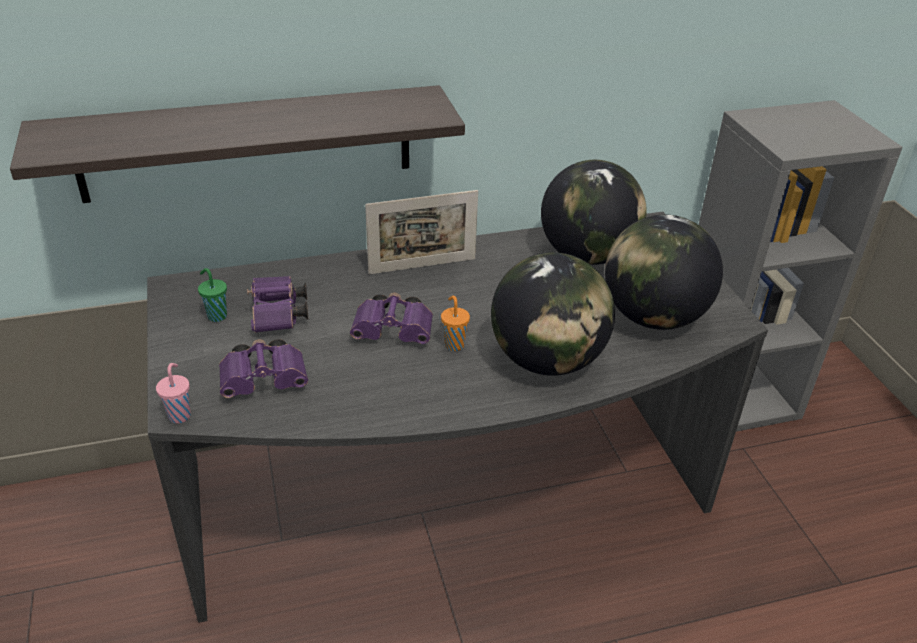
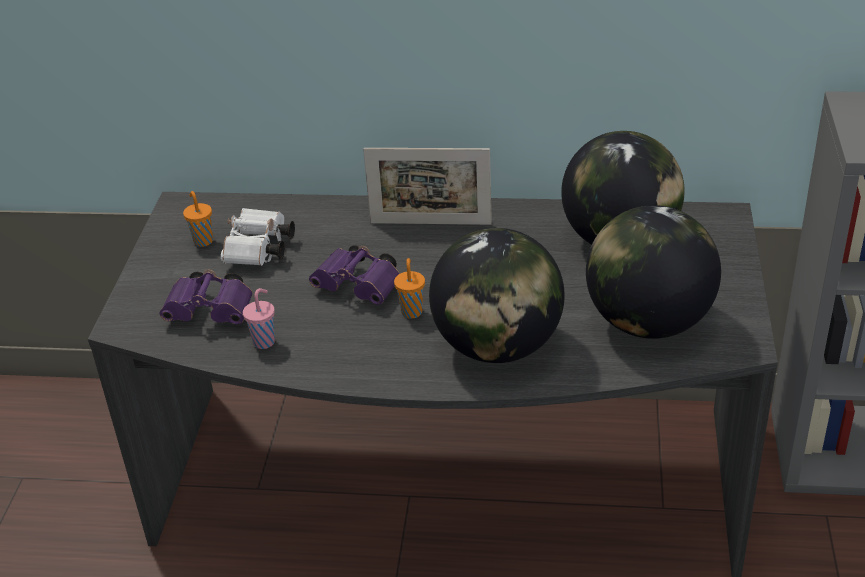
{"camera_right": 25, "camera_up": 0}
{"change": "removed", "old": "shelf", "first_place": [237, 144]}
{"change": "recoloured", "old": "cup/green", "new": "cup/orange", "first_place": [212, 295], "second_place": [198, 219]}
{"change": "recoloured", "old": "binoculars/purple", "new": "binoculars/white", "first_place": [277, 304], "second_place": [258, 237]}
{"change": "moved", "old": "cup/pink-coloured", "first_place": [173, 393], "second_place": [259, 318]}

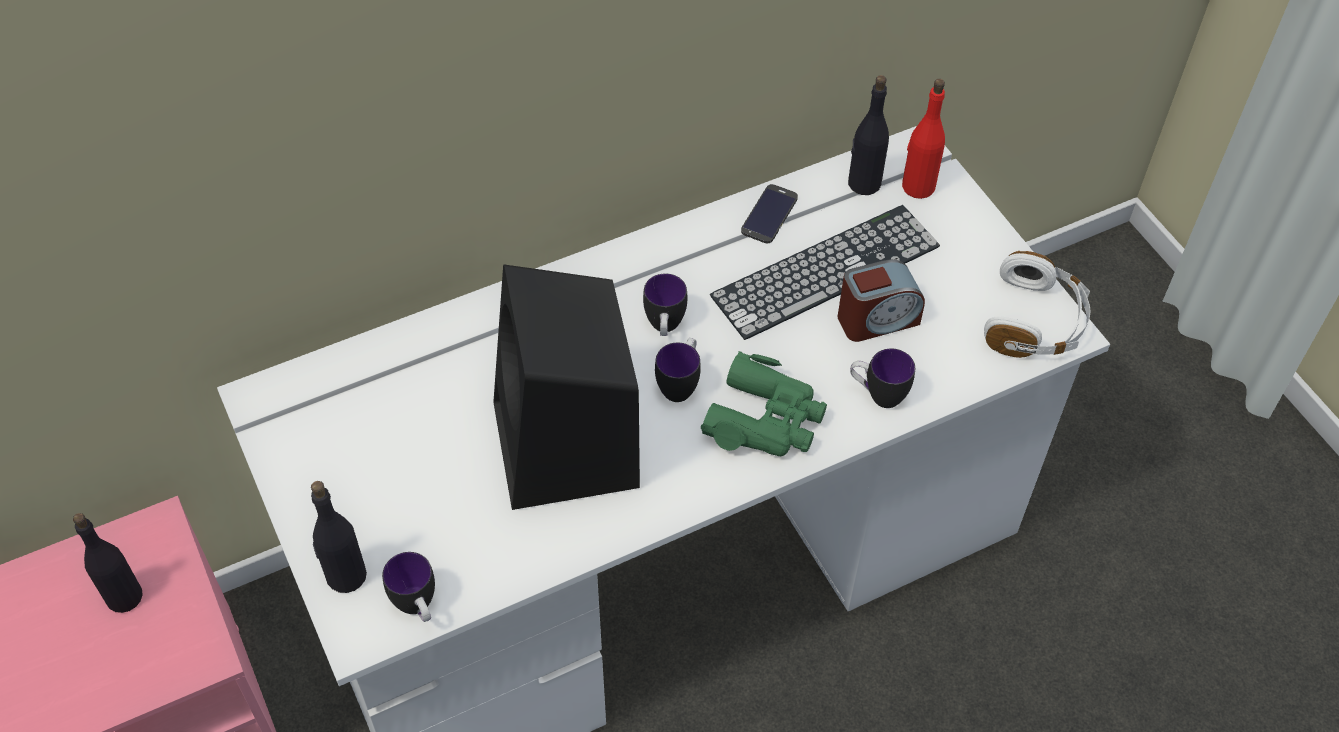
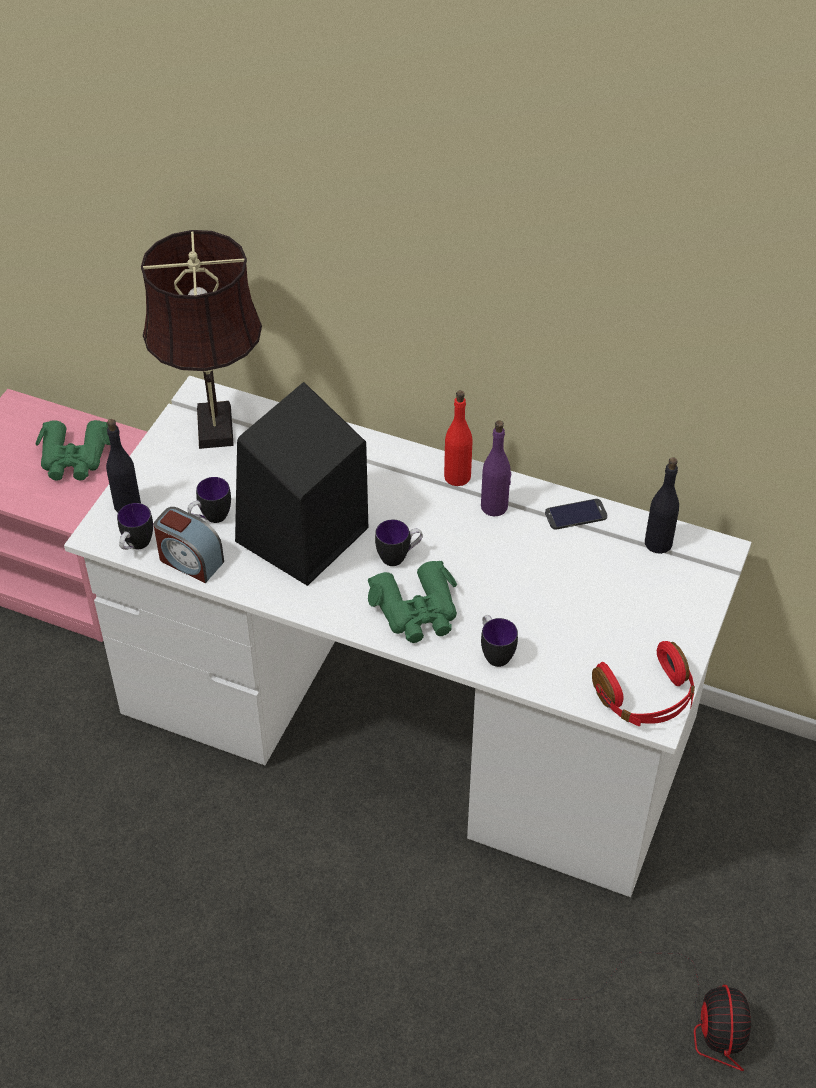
{"camera_right": 50, "camera_up": -5}
{"change": "moved", "old": "drink bottle/red-coloured", "first_place": [923, 139], "second_place": [458, 438]}
{"change": "removed", "old": "keyboard", "first_place": [825, 272]}
{"change": "recoloured", "old": "pair of headphones/white", "new": "pair of headphones/red-coloured", "first_place": [1037, 304], "second_place": [643, 683]}
{"change": "moved", "old": "alarm clock", "first_place": [881, 301], "second_place": [189, 545]}
{"change": "moved", "old": "mug", "first_place": [665, 305], "second_place": [209, 500]}
{"change": "replaced", "old": "drink bottle/blackish", "new": "binoculars/green", "first_place": [108, 563], "second_place": [72, 450]}
{"change": "added", "new": "tabletop lamp/brown-coloured", "second_place": [201, 339]}
{"change": "added", "new": "drink bottle/purple", "second_place": [496, 468]}
{"change": "added", "new": "electric fan", "second_place": [656, 1011]}

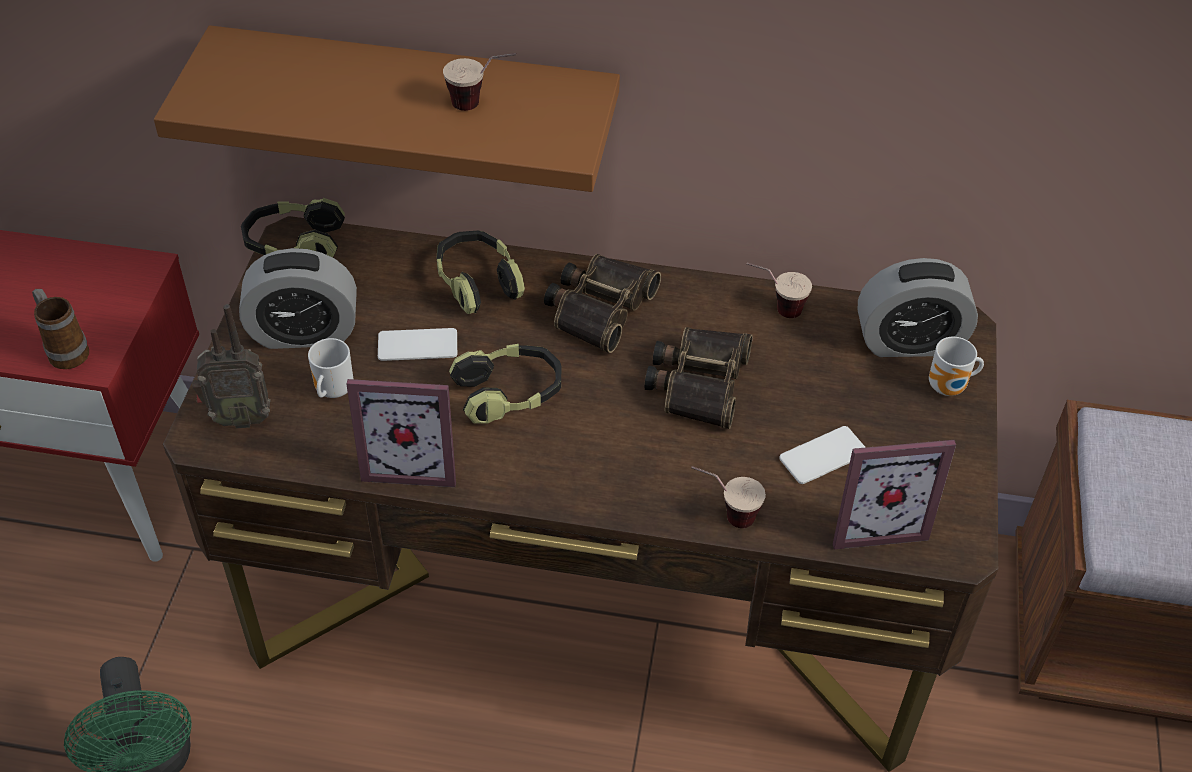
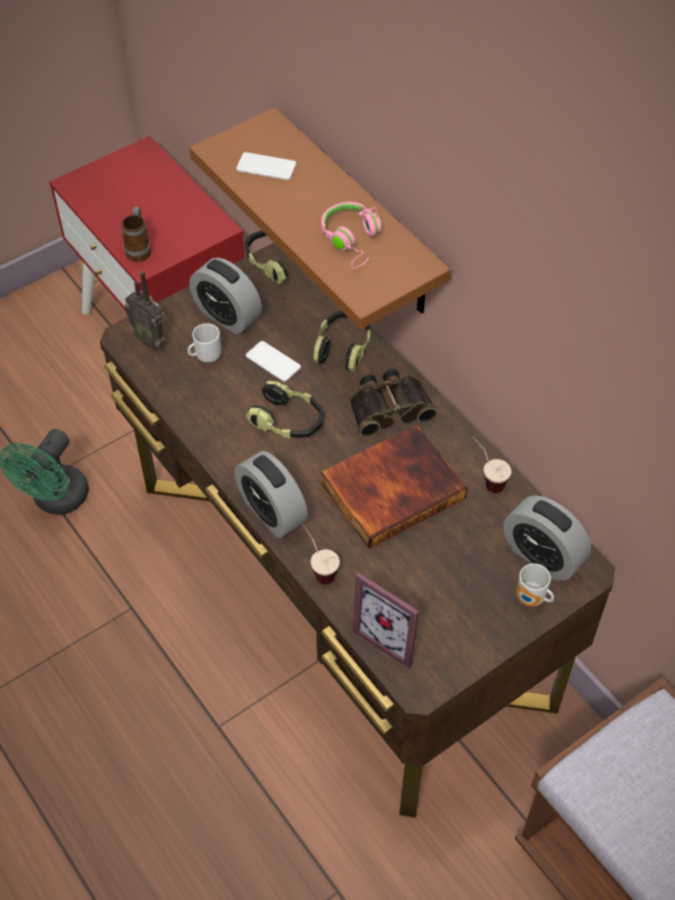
{"camera_right": 45, "camera_up": 5}
{"change": "replaced", "old": "cup", "new": "pair of headphones/pink-coloured", "first_place": [479, 82], "second_place": [351, 235]}
{"change": "replaced", "old": "binoculars", "new": "volume", "first_place": [698, 378], "second_place": [394, 486]}
{"change": "removed", "old": "photo frame", "first_place": [401, 433]}
{"change": "moved", "old": "telephone", "first_place": [822, 455], "second_place": [266, 166]}
{"change": "added", "new": "alarm clock", "second_place": [271, 494]}

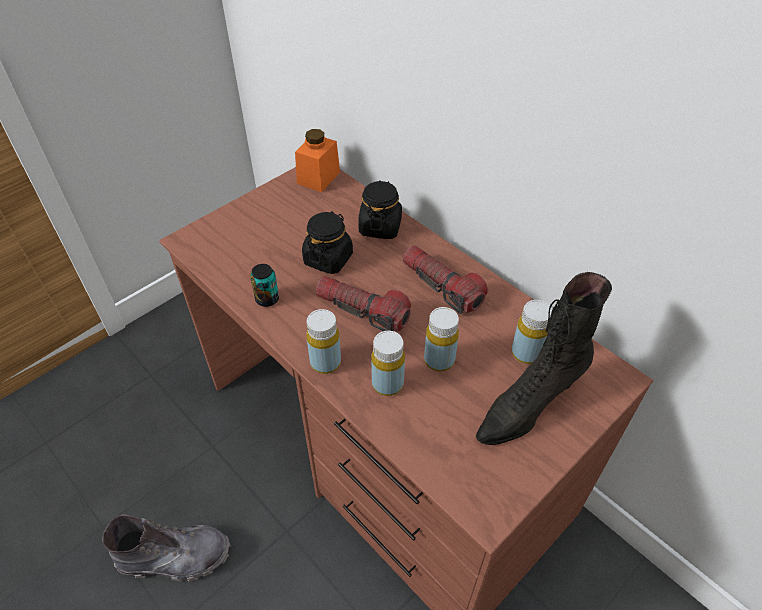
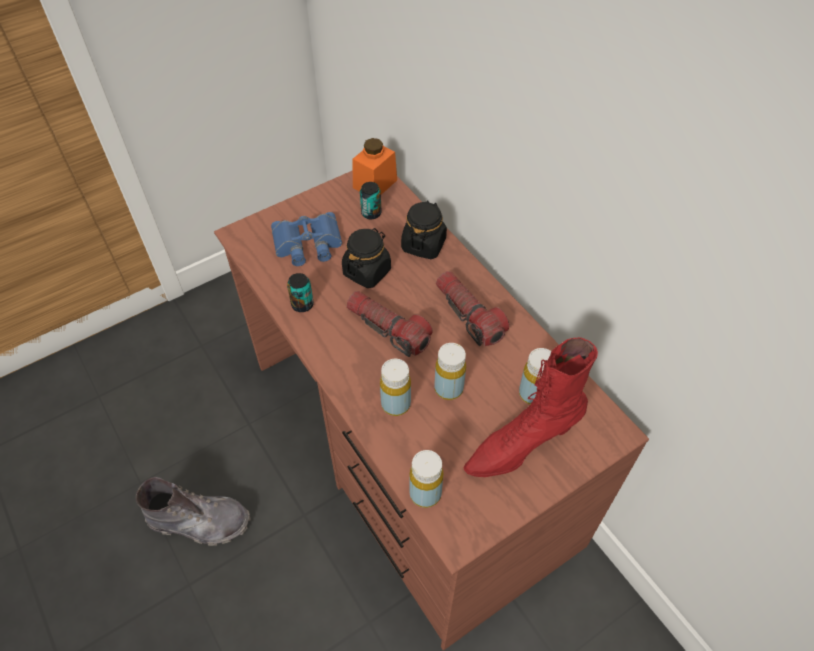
{"camera_right": 10, "camera_up": 5}
{"change": "recoloured", "old": "boot/blackish", "new": "boot/red-coloured", "first_place": [544, 358], "second_place": [531, 407]}
{"change": "moved", "old": "drink bottle/yellow-coloured", "first_place": [323, 341], "second_place": [426, 479]}
{"change": "added", "new": "can", "second_place": [371, 200]}
{"change": "added", "new": "binoculars/blue", "second_place": [306, 239]}

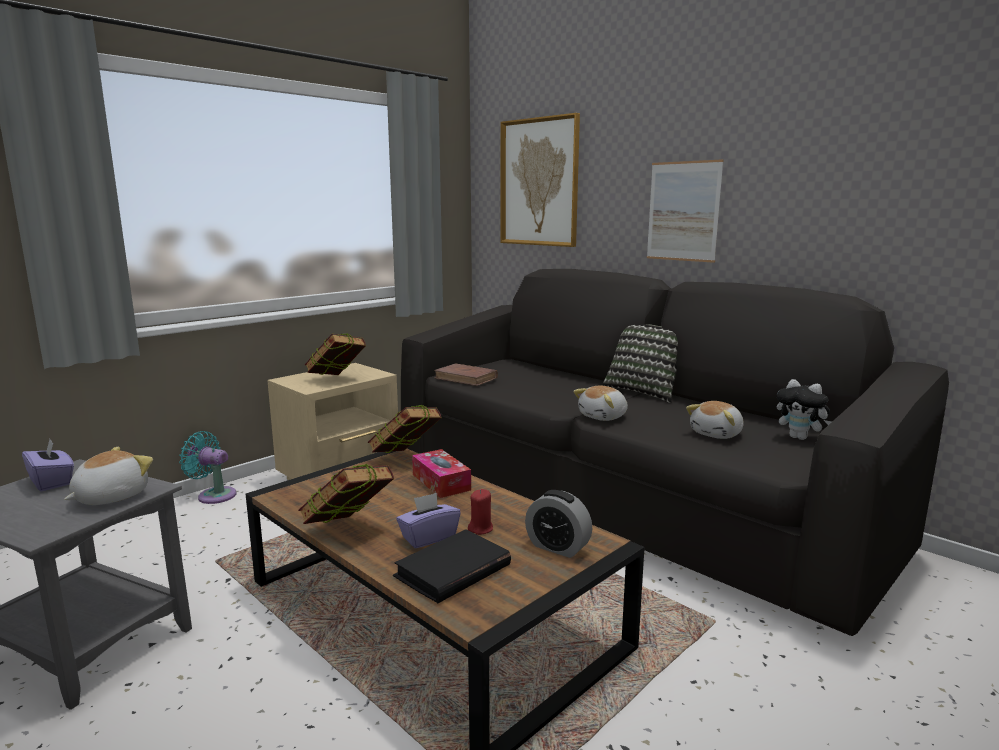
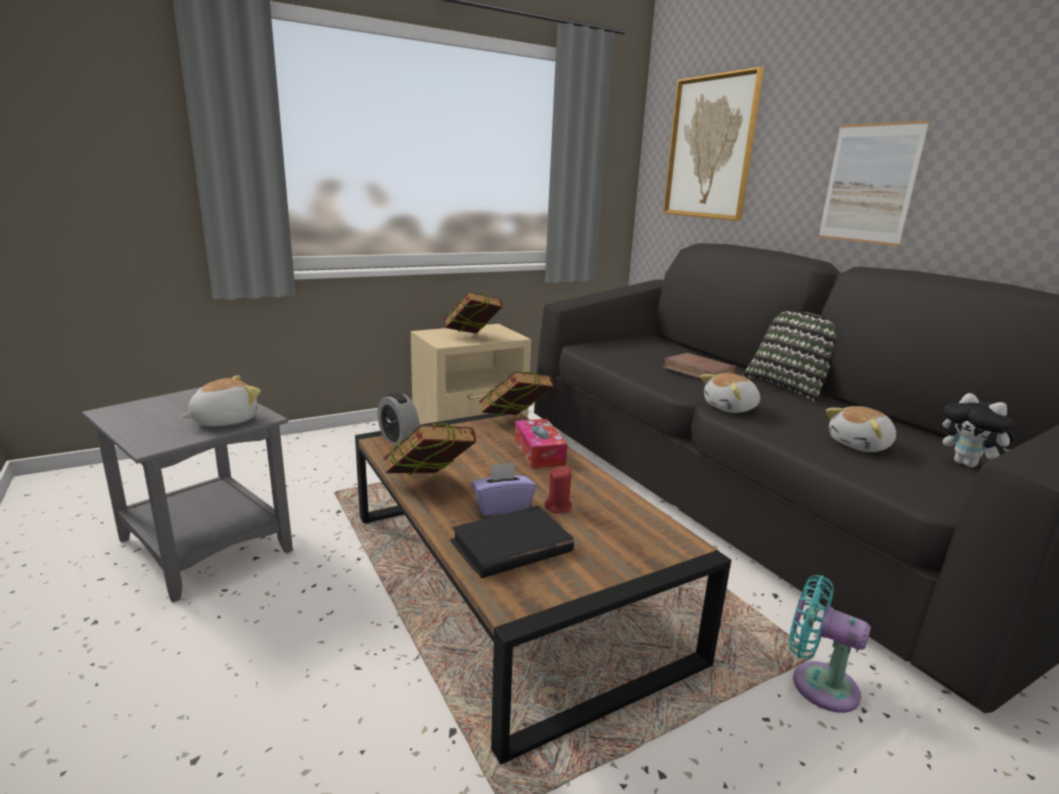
{"camera_right": 15, "camera_up": 5}
{"change": "moved", "old": "volume/brown-coloured", "first_place": [466, 374], "second_place": [700, 366]}
{"change": "moved", "old": "electric fan/turquoise-coloured", "first_place": [207, 467], "second_place": [830, 644]}
{"change": "removed", "old": "tissue box/purple", "first_place": [48, 465]}
{"change": "moved", "old": "alarm clock", "first_place": [558, 524], "second_place": [399, 419]}

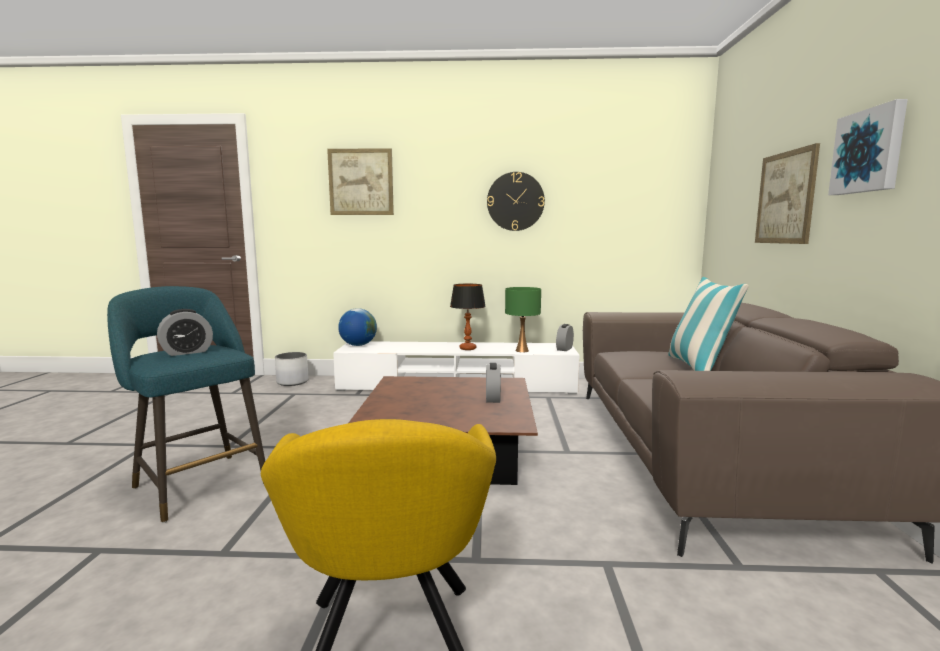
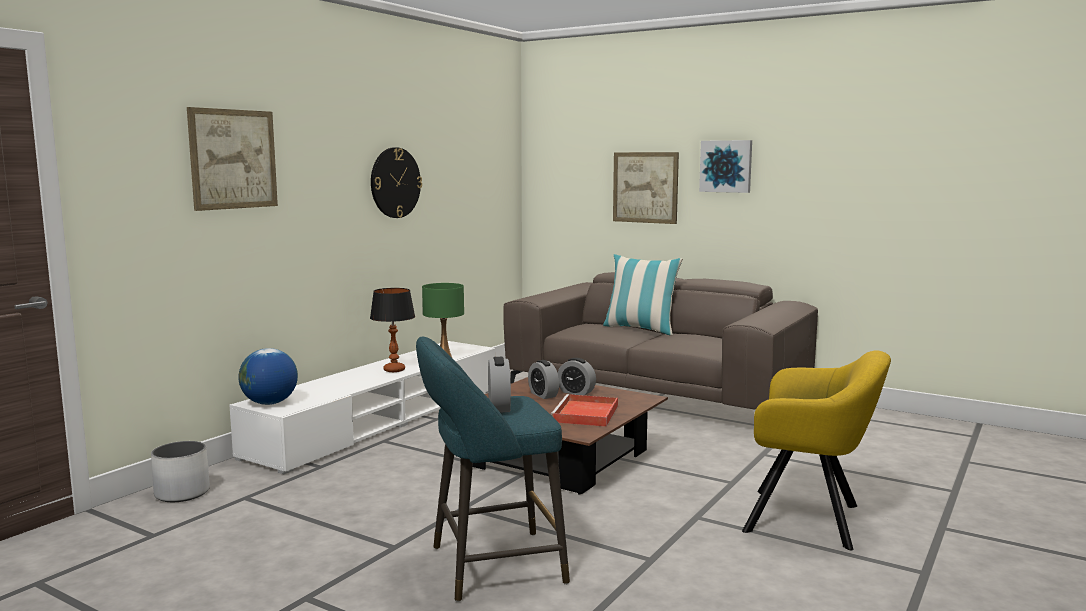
{"camera_right": -60, "camera_up": 0}
{"change": "moved", "old": "alarm clock", "first_place": [565, 337], "second_place": [543, 379]}
{"change": "added", "new": "carrying tray/red-coloured", "second_place": [584, 410]}

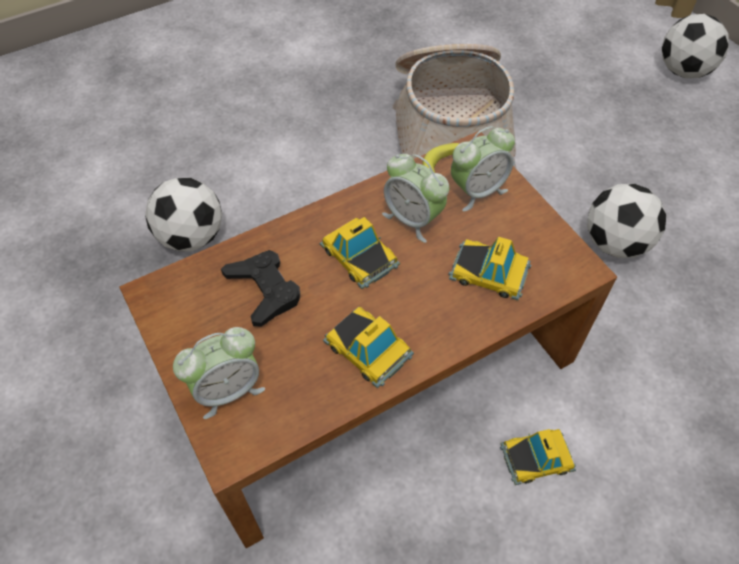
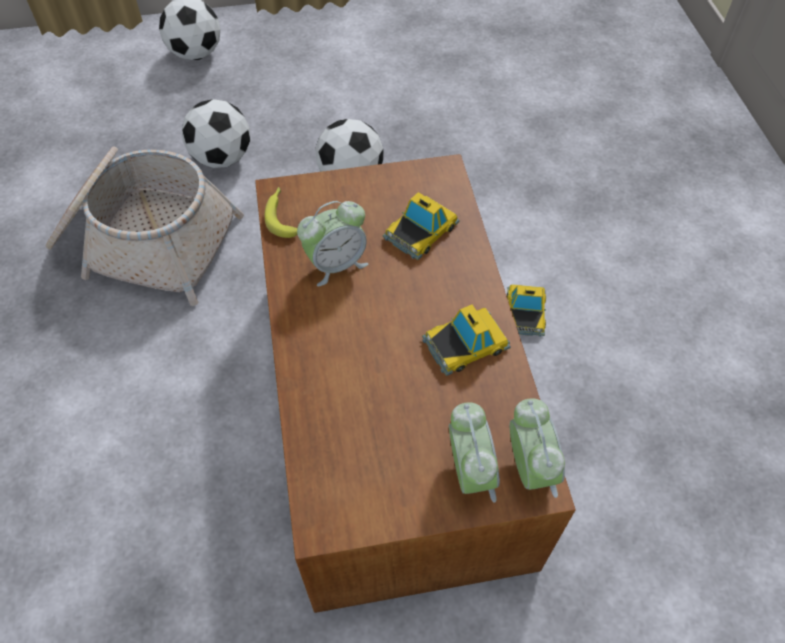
{"camera_right": -70, "camera_up": 0}
{"change": "moved", "old": "alarm clock", "first_place": [483, 168], "second_place": [537, 448]}
{"change": "moved", "old": "football", "first_place": [183, 214], "second_place": [216, 133]}
{"change": "removed", "old": "miniature car", "first_place": [360, 253]}
{"change": "removed", "old": "gamepad/blackish", "first_place": [260, 288]}

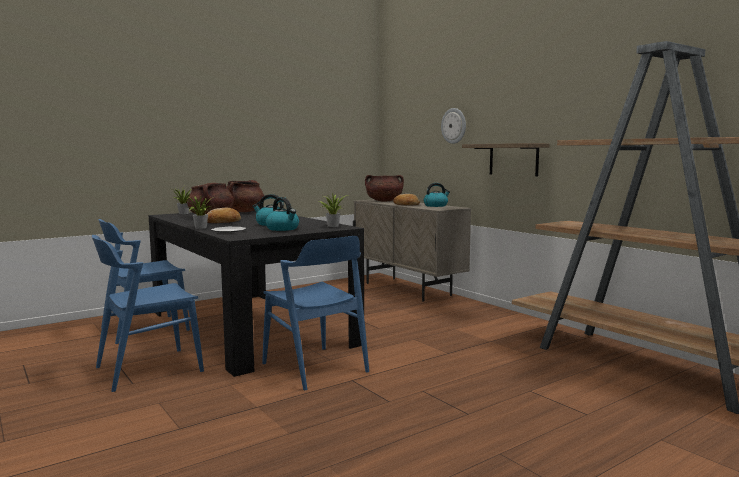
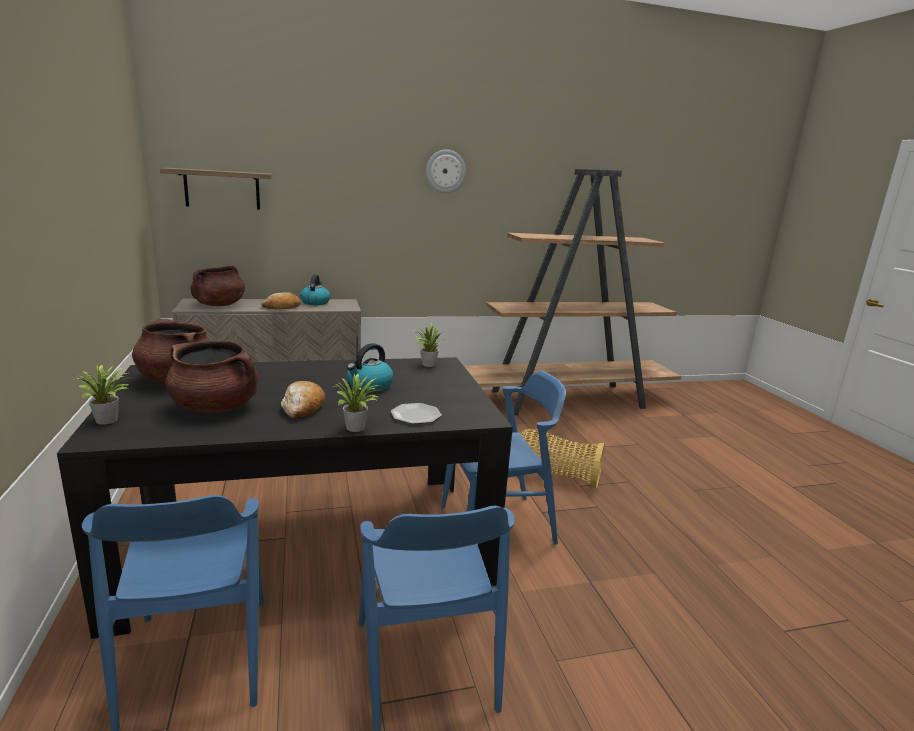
{"camera_right": -70, "camera_up": 10}
{"change": "moved", "old": "clock on the wall", "first_place": [453, 126], "second_place": [446, 171]}
{"change": "moved", "old": "shelf", "first_place": [506, 159], "second_place": [216, 189]}
{"change": "removed", "old": "kettle", "first_place": [282, 214]}
{"change": "added", "new": "household basket", "second_place": [563, 458]}

